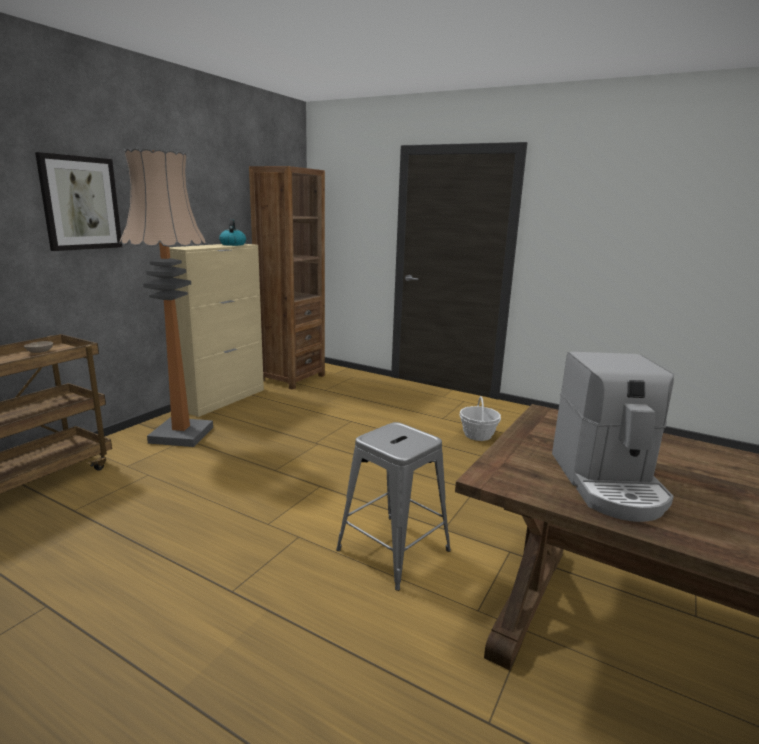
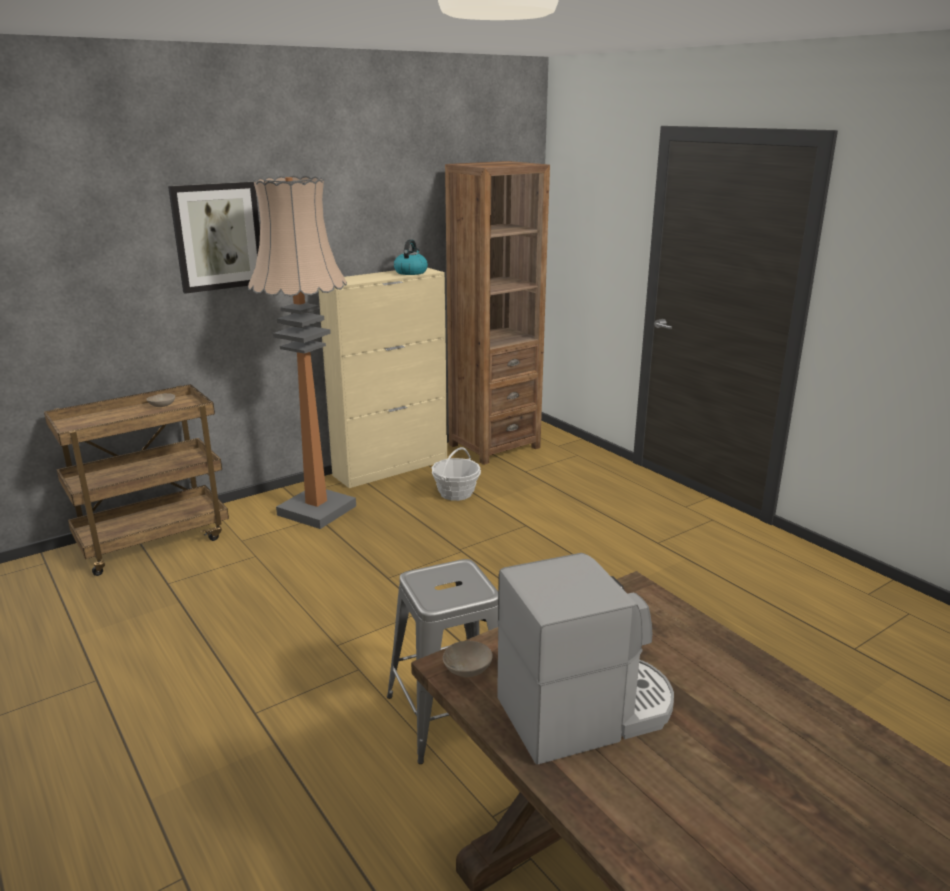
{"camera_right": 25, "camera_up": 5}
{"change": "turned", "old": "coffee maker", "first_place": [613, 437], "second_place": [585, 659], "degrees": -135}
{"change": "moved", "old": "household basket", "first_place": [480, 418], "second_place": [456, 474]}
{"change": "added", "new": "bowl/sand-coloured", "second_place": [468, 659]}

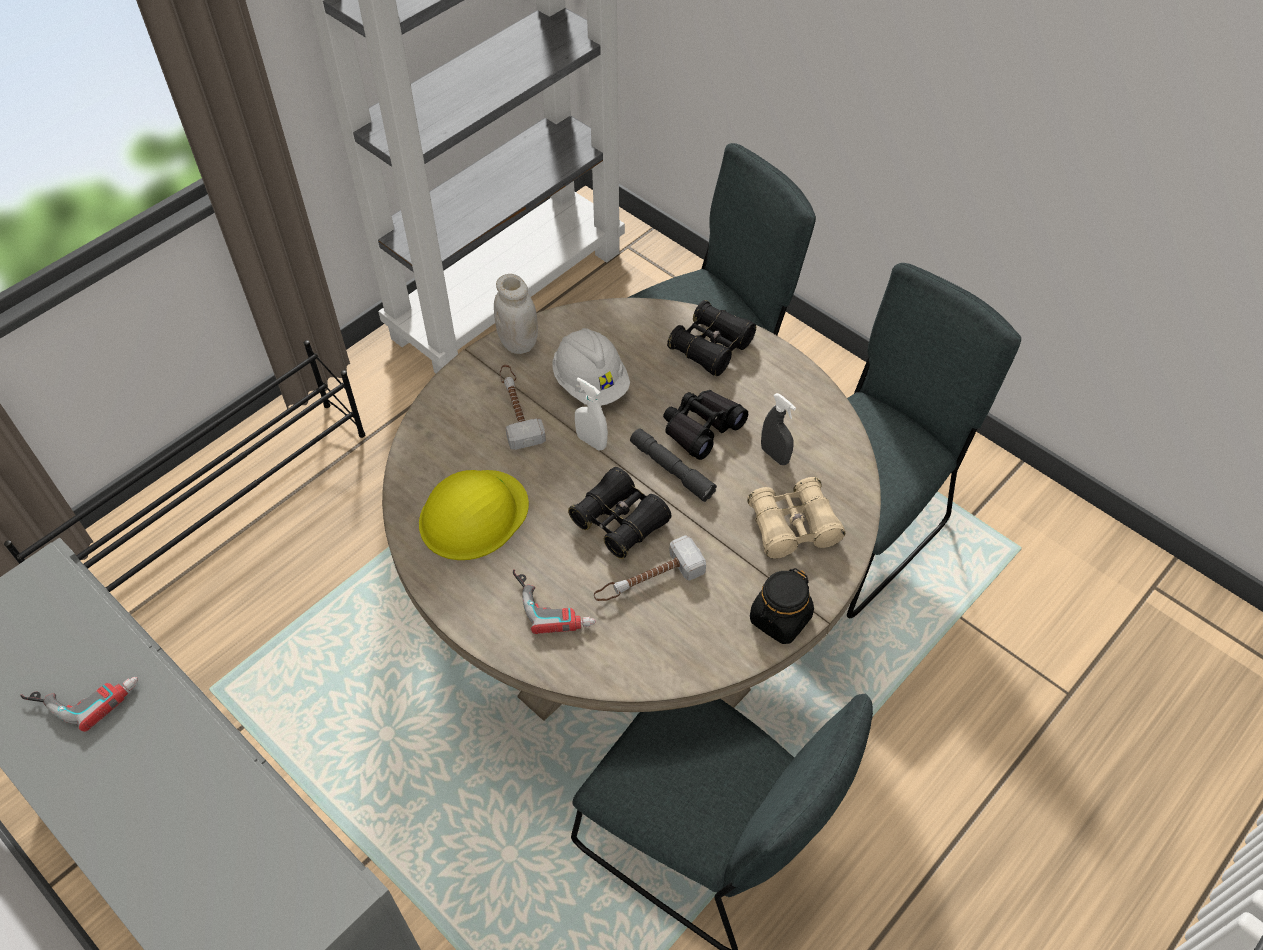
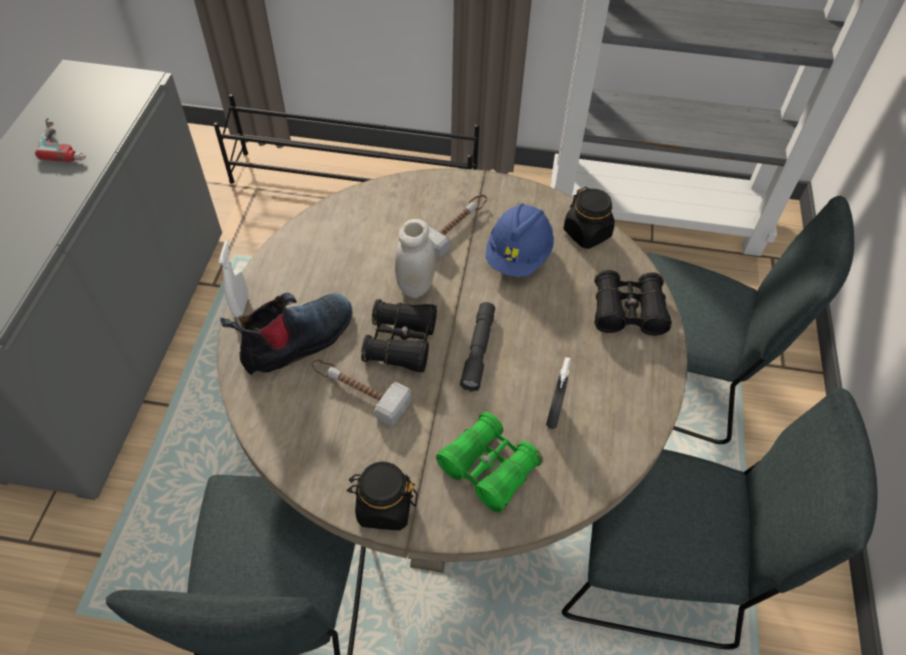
{"camera_right": 55, "camera_up": 0}
{"change": "moved", "old": "jar/white", "first_place": [516, 314], "second_place": [415, 258]}
{"change": "recoloured", "old": "hard hat/white", "new": "hard hat/blue", "first_place": [591, 367], "second_place": [519, 240]}
{"change": "moved", "old": "hand sprayer/white", "first_place": [591, 413], "second_place": [233, 278]}
{"change": "removed", "old": "binoculars/blackish", "first_place": [705, 425]}
{"change": "removed", "old": "hard hat/yellow-coloured", "first_place": [474, 515]}
{"change": "recoloured", "old": "binoculars/sand-coloured", "new": "binoculars/green", "first_place": [796, 518], "second_place": [489, 462]}
{"change": "replaced", "old": "power drill", "new": "boot", "first_place": [554, 601], "second_place": [286, 334]}
{"change": "added", "new": "jar/blackish", "second_place": [589, 218]}

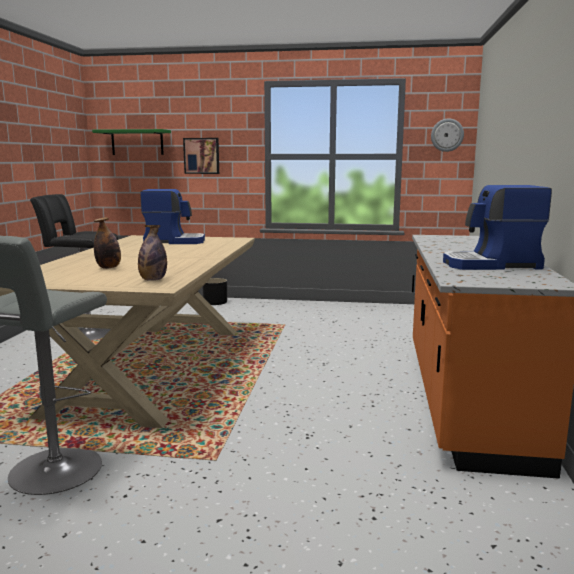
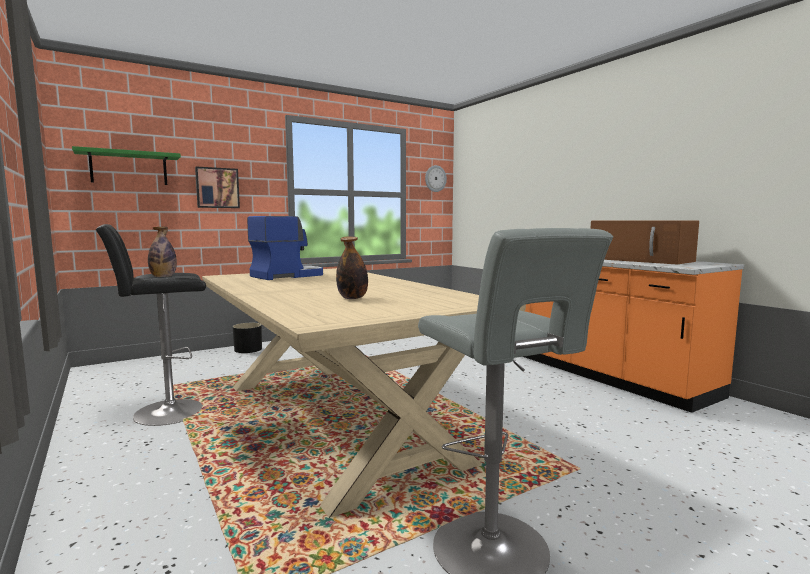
{"camera_right": -40, "camera_up": -5}
{"change": "replaced", "old": "coffee maker", "new": "kitchen microwave/brown-coloured", "first_place": [497, 227], "second_place": [645, 243]}
{"change": "moved", "old": "drink bottle", "first_place": [152, 253], "second_place": [162, 252]}

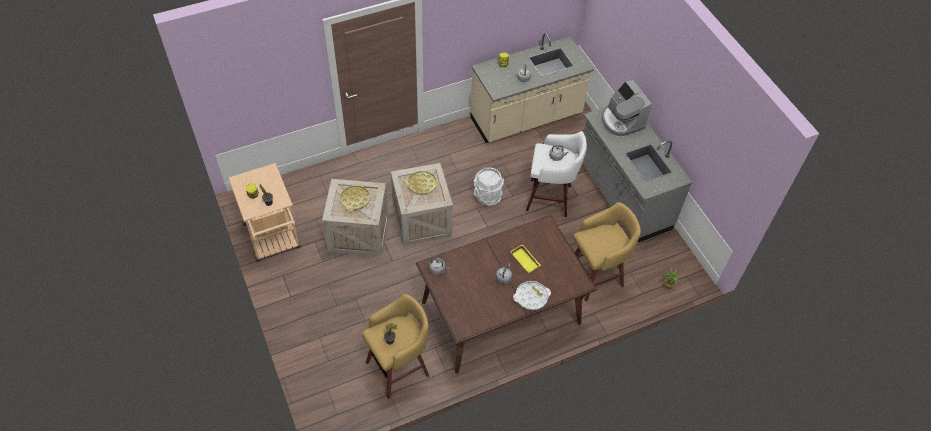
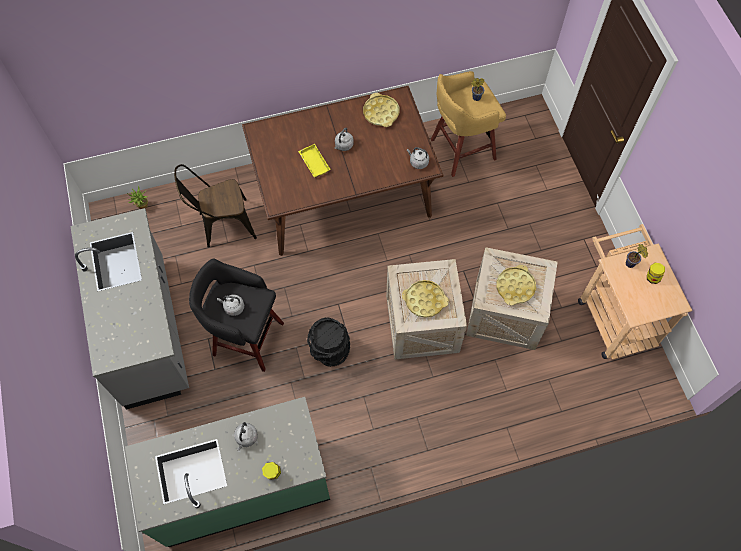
{"camera_right": -170, "camera_up": 10}
{"change": "recoloured", "old": "counter/sand-coloured", "new": "counter/green", "first_place": [532, 88], "second_place": [227, 472]}
{"change": "removed", "old": "coffee maker", "first_place": [627, 108]}
{"change": "recoloured", "old": "sitting stool/white", "new": "sitting stool/blackish", "first_place": [556, 174], "second_place": [236, 315]}
{"change": "recoloured", "old": "pail/white", "new": "pail/blackish", "first_place": [488, 186], "second_place": [328, 342]}
{"change": "replaced", "old": "sitting stool/yellow-coloured", "new": "upright chair/brown-coloured", "first_place": [607, 251], "second_place": [215, 206]}
{"change": "removed", "old": "carrying tray/white", "first_place": [532, 295]}
{"change": "added", "new": "carrying tray/yellow-coloured", "second_place": [381, 110]}

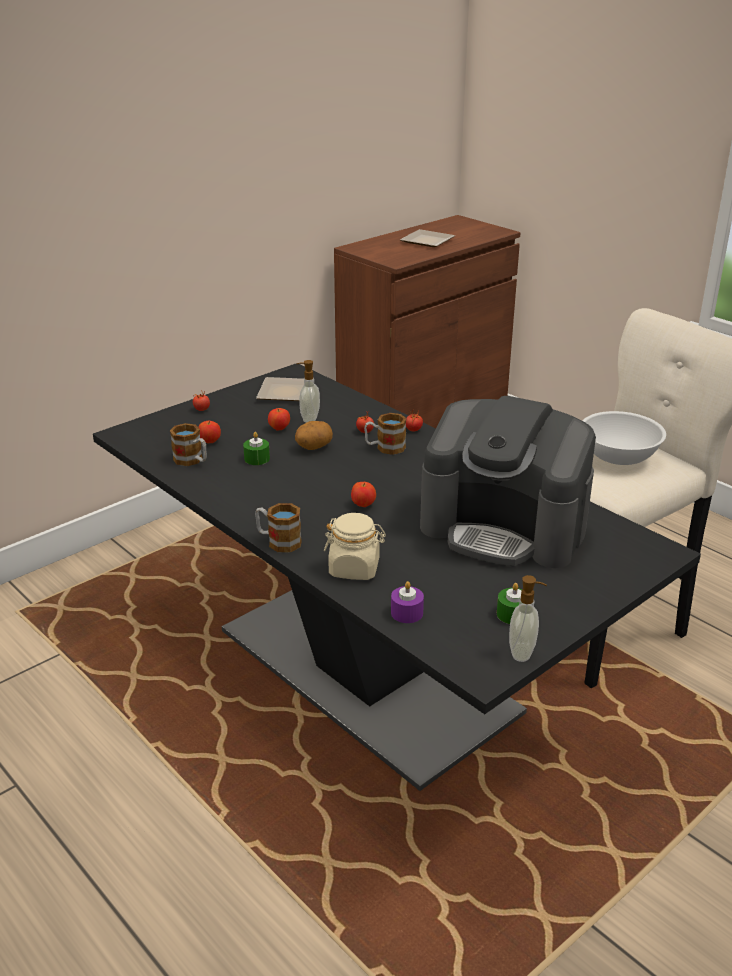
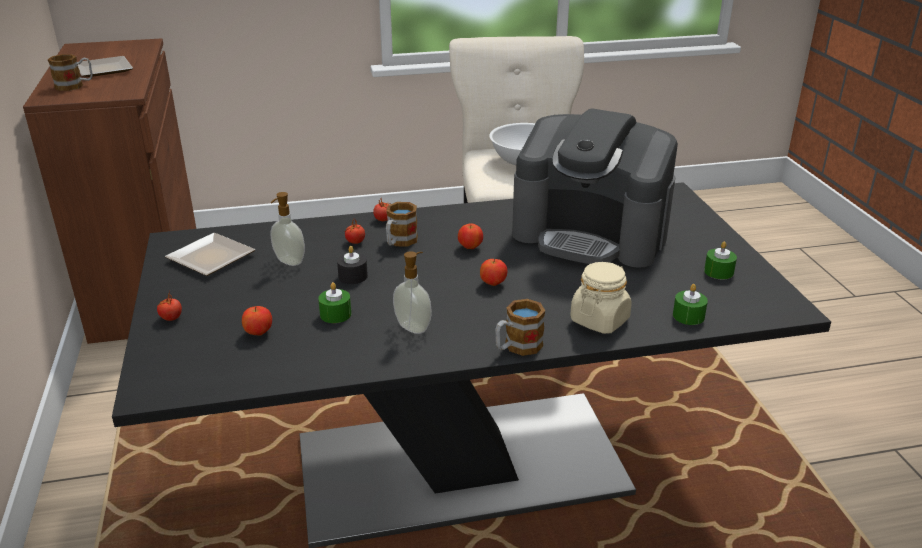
{"camera_right": -60, "camera_up": 0}
{"change": "turned", "old": "coffee maker", "first_place": [508, 482], "second_place": [595, 188], "degrees": 60}
{"change": "moved", "old": "apple fruit", "first_place": [279, 419], "second_place": [470, 236]}
{"change": "replaced", "old": "potato", "new": "wax light/blackish", "first_place": [314, 435], "second_place": [352, 265]}
{"change": "moved", "old": "mug", "first_place": [188, 444], "second_place": [70, 72]}
{"change": "moved", "old": "soap dispenser", "first_place": [528, 618], "second_place": [412, 292]}
{"change": "recoloured", "old": "wax light/purple", "new": "wax light/green", "first_place": [407, 602], "second_place": [690, 304]}

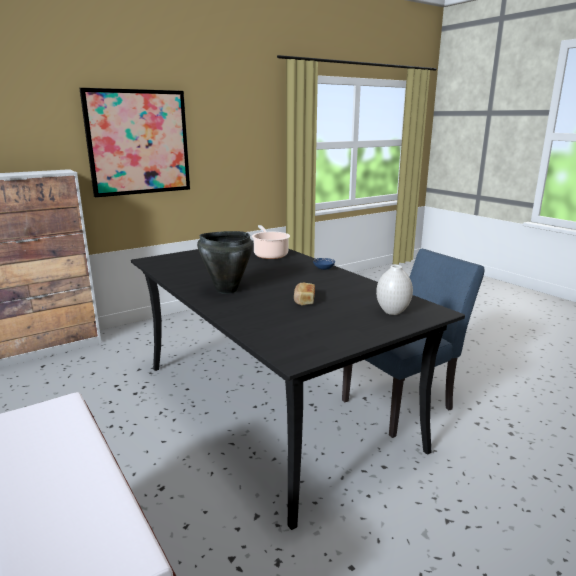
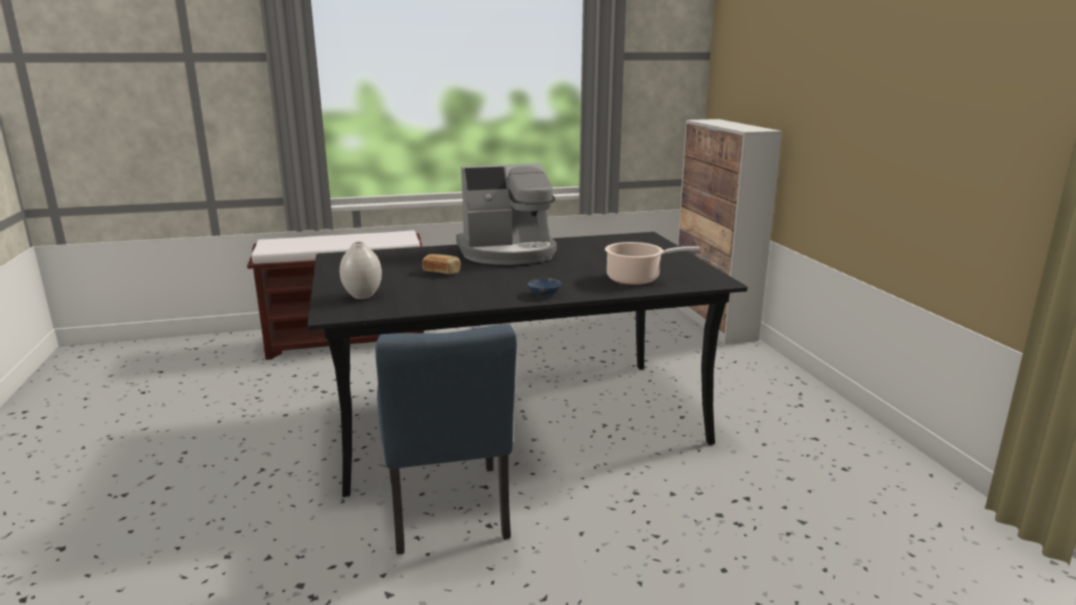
{"camera_right": 110, "camera_up": 0}
{"change": "removed", "old": "picture", "first_place": [134, 142]}
{"change": "replaced", "old": "stockpot/blackish", "new": "coffee maker", "first_place": [225, 262], "second_place": [506, 214]}

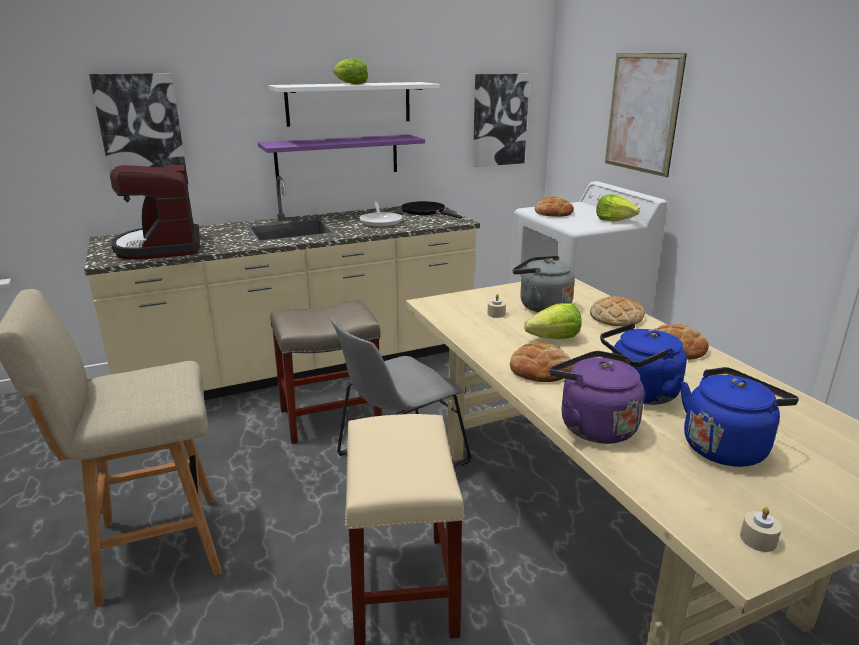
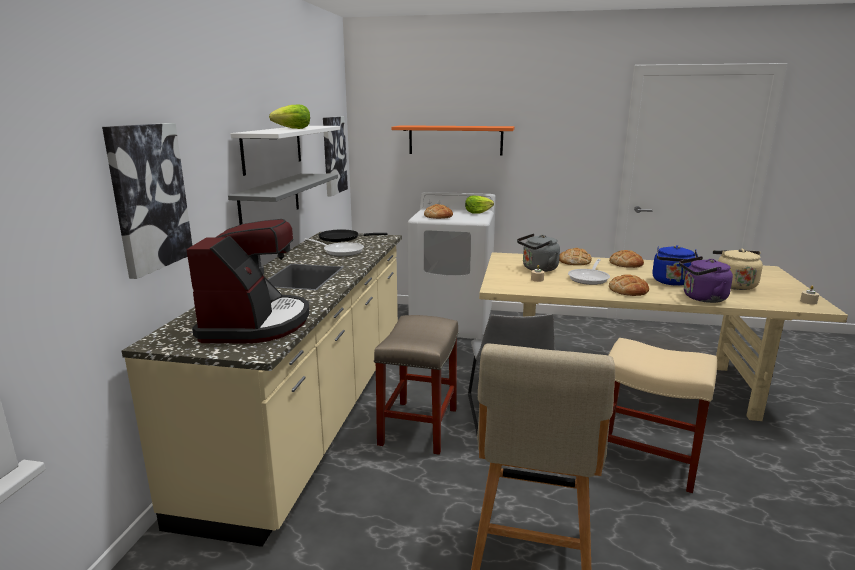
{"camera_right": -55, "camera_up": -5}
{"change": "replaced", "old": "picture", "new": "shelf/orange", "first_place": [646, 115], "second_place": [452, 140]}
{"change": "recoloured", "old": "shelf/purple", "new": "shelf/grey", "first_place": [341, 157], "second_place": [283, 199]}
{"change": "turned", "old": "coffee maker", "first_place": [155, 212], "second_place": [247, 281], "degrees": -105}
{"change": "replaced", "old": "head of lettuce", "new": "frying pan", "first_place": [553, 321], "second_place": [589, 272]}
{"change": "recoloured", "old": "kettle/blue", "new": "kettle/sand-coloured", "first_place": [740, 417], "second_place": [738, 269]}

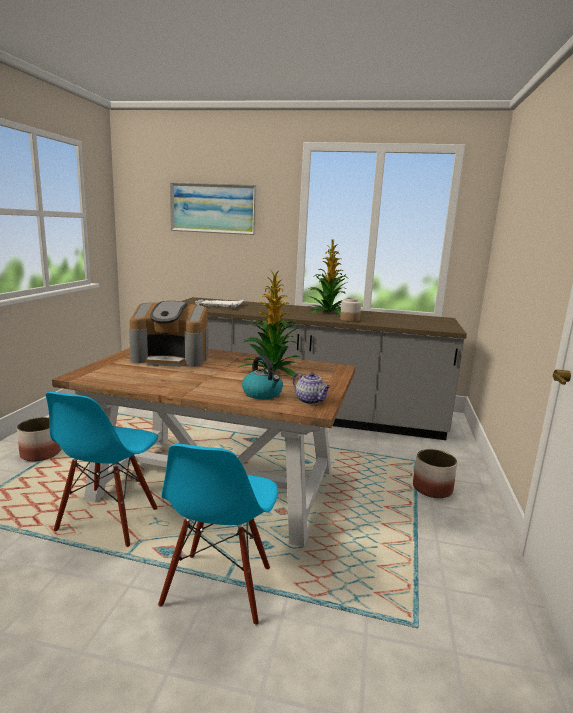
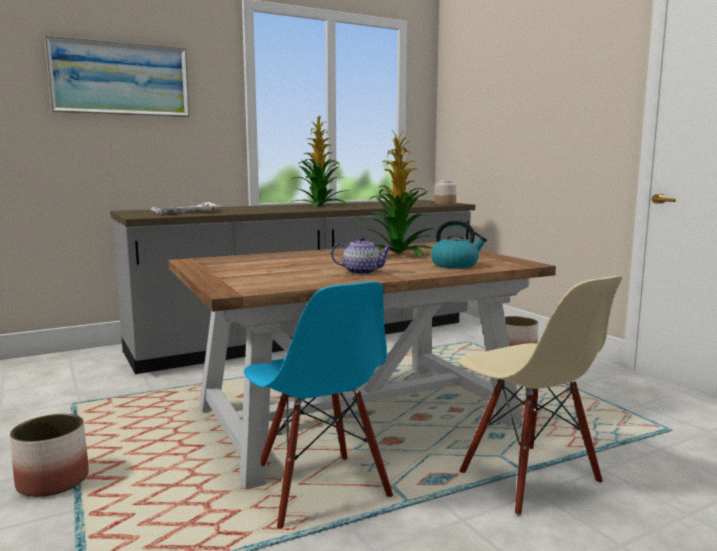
{"camera_right": -40, "camera_up": -5}
{"change": "moved", "old": "jar", "first_place": [350, 310], "second_place": [446, 192]}
{"change": "removed", "old": "coffee maker", "first_place": [169, 334]}
{"change": "moved", "old": "tea pot", "first_place": [312, 388], "second_place": [361, 255]}
{"change": "recoloured", "old": "upright chair/blue", "new": "upright chair/sand-coloured", "first_place": [218, 535], "second_place": [540, 396]}

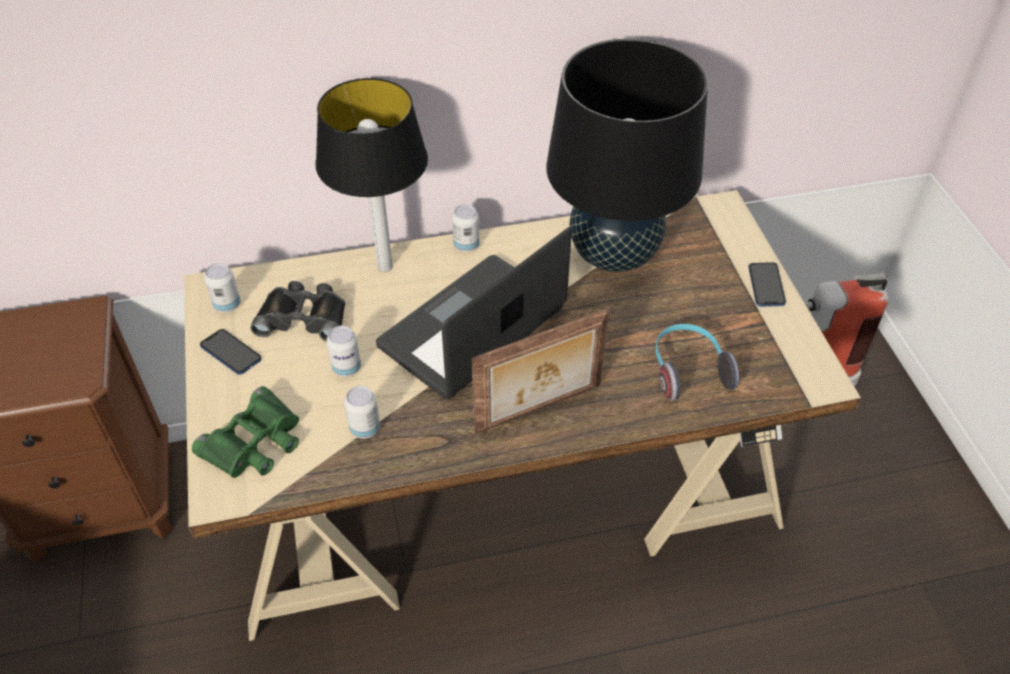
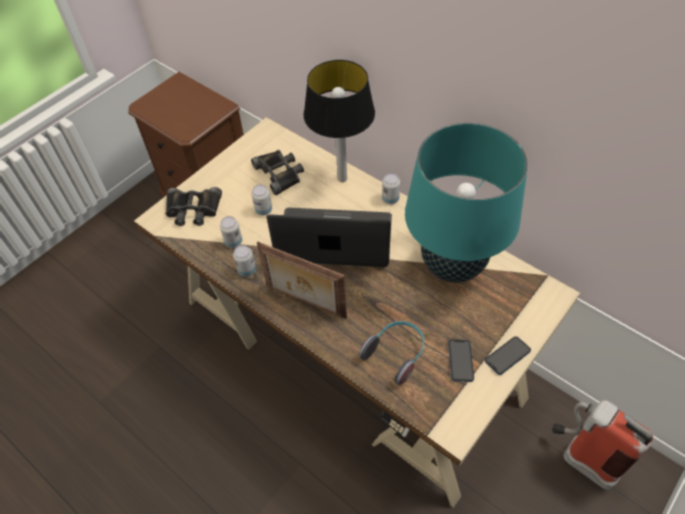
{"camera_right": 55, "camera_up": 5}
{"change": "recoloured", "old": "tabletop lamp/blackish", "new": "tabletop lamp/turquoise-coloured", "first_place": [627, 155], "second_place": [466, 202]}
{"change": "moved", "old": "can", "first_place": [222, 287], "second_place": [244, 261]}
{"change": "moved", "old": "telephone", "first_place": [231, 352], "second_place": [461, 360]}
{"change": "recoloured", "old": "binoculars/green", "new": "binoculars/blackish", "first_place": [245, 432], "second_place": [194, 206]}

